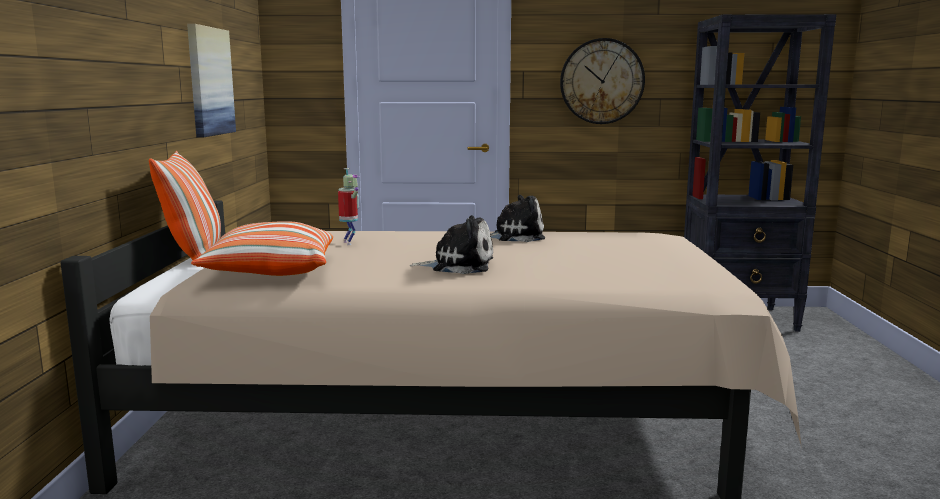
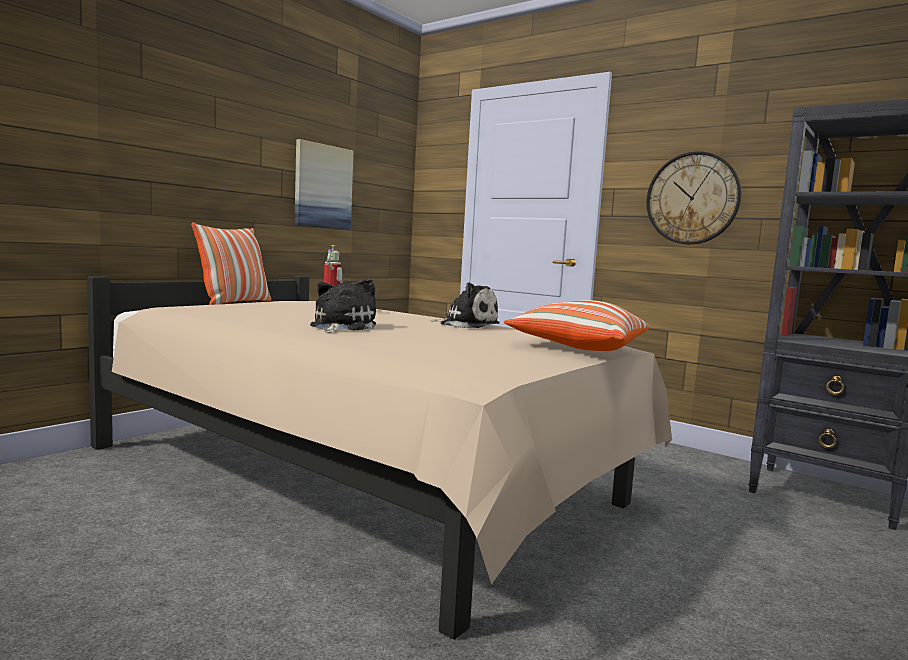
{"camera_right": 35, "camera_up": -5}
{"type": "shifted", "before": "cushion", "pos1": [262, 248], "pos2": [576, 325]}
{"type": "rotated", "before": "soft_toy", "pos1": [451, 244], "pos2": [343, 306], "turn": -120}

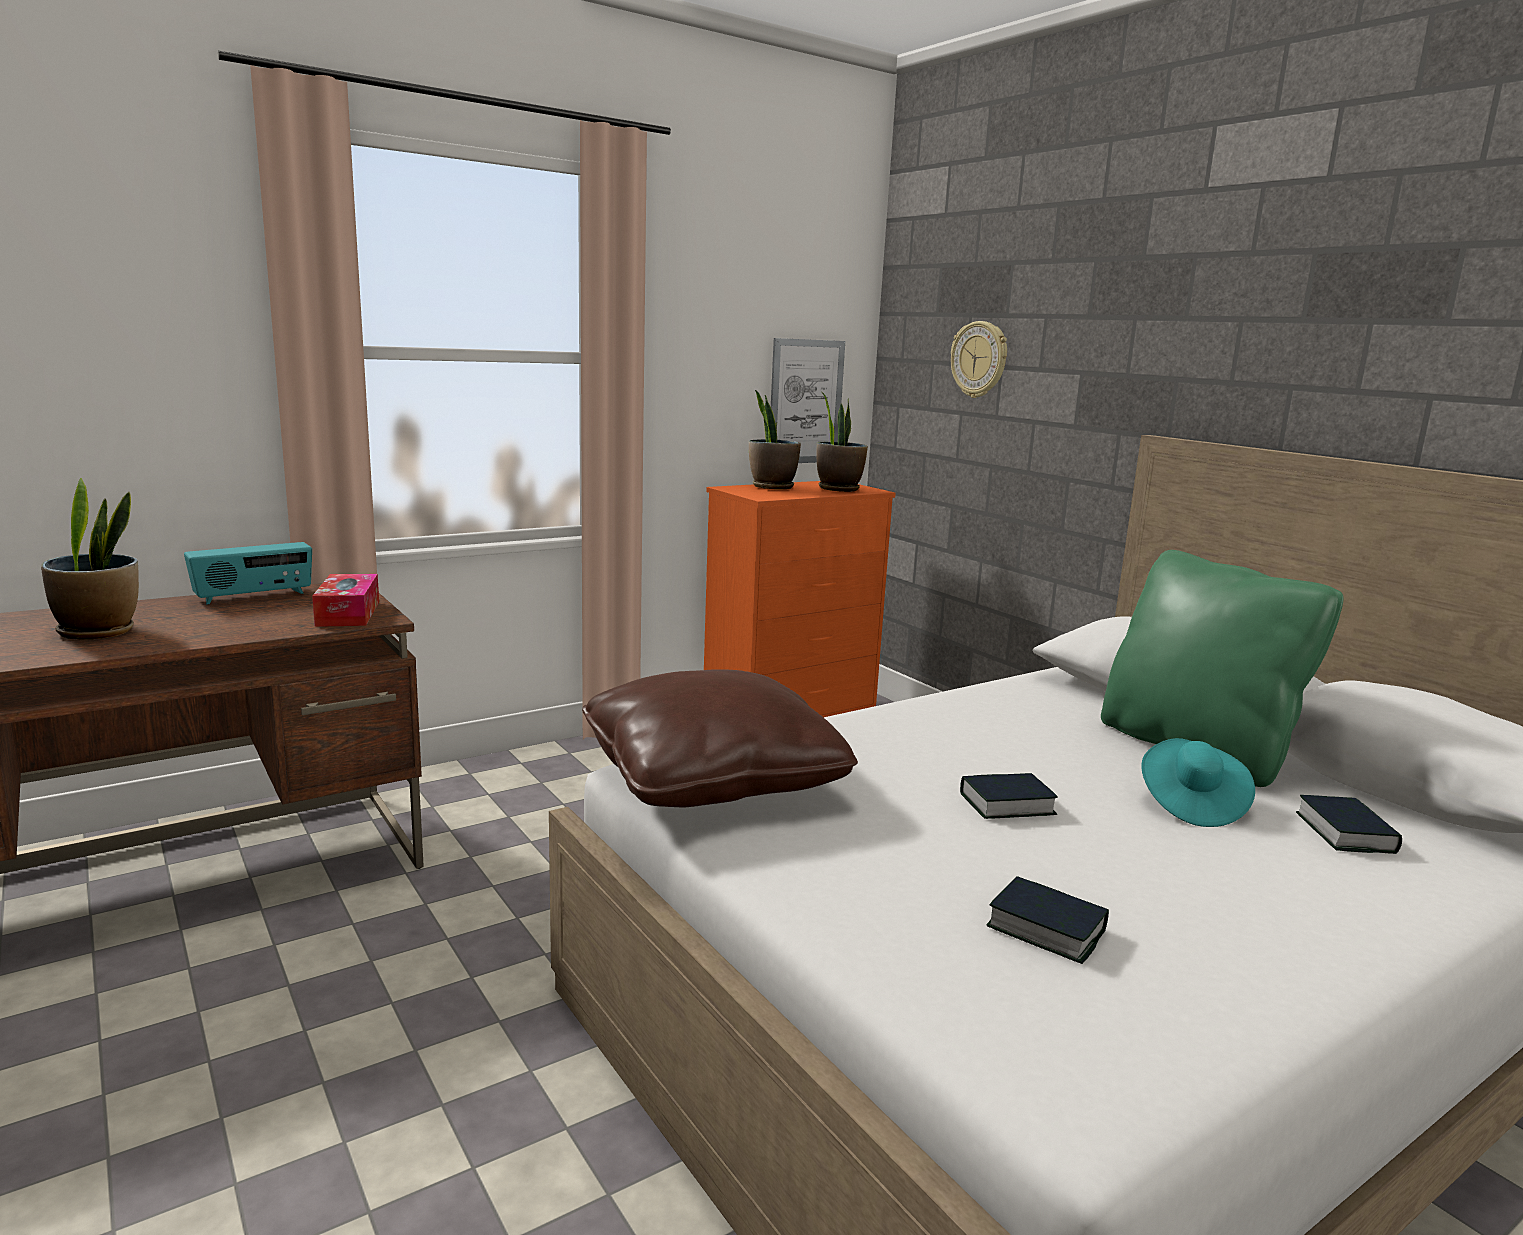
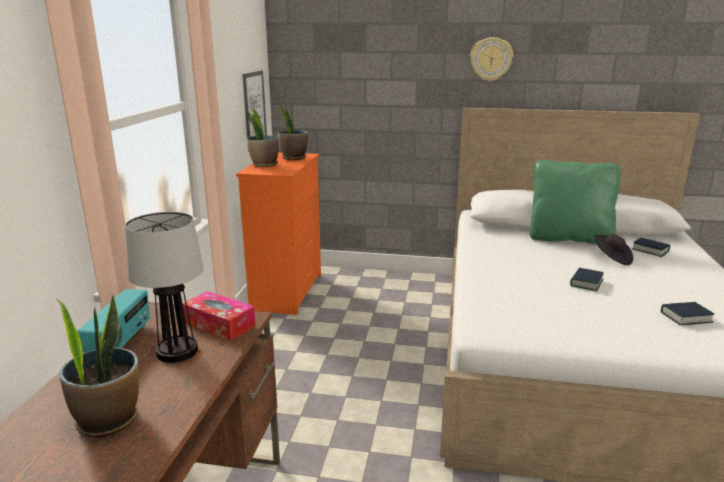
{"camera_right": -45, "camera_up": 5}
{"type": "gone", "before": "brown_cushion", "pos1": [720, 738]}
{"type": "new", "after": "table_lamp", "pos2": [164, 287]}
{"type": "shifted", "before": "hanging_clock", "pos1": [979, 359], "pos2": [491, 59]}
{"type": "repainted", "before": "turquoise-coloured_wearable_hat", "after": "black_wearable_hat", "pos1": [1198, 782], "pos2": [613, 249]}

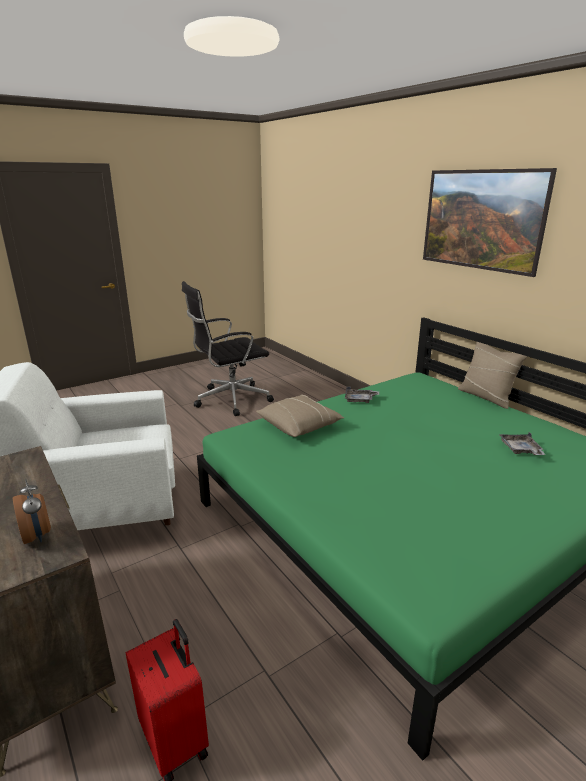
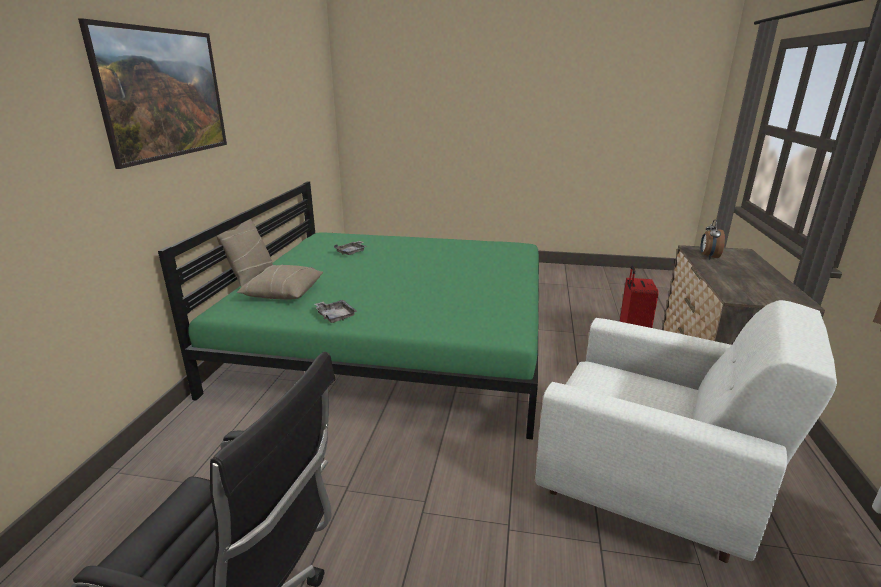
{"camera_right": -135, "camera_up": 0}
{"type": "shifted", "before": "beige_cushion", "pos1": [300, 416], "pos2": [280, 282]}

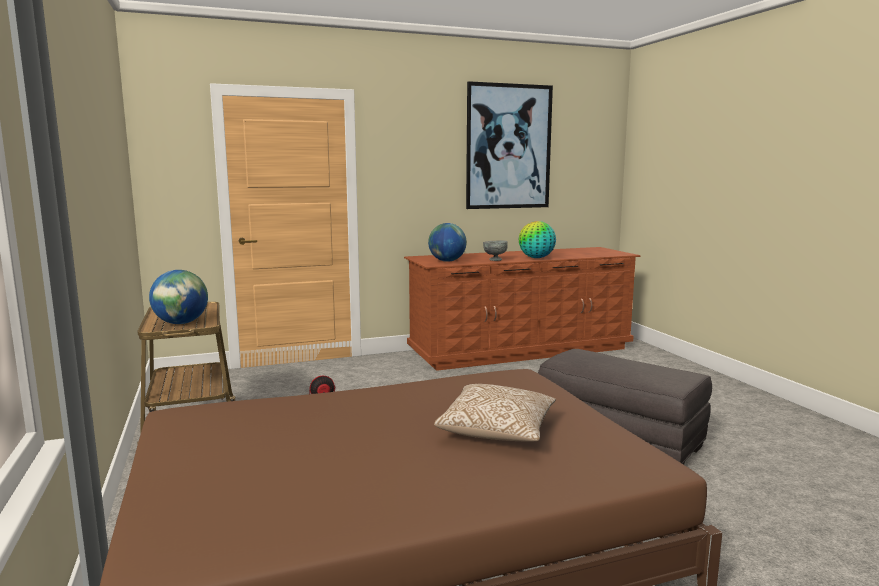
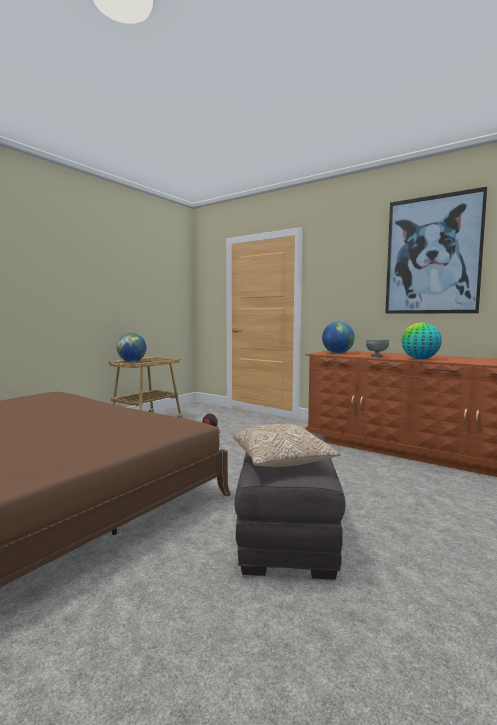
{"camera_right": 55, "camera_up": -5}
{"type": "shifted", "before": "cushion", "pos1": [495, 413], "pos2": [287, 445]}

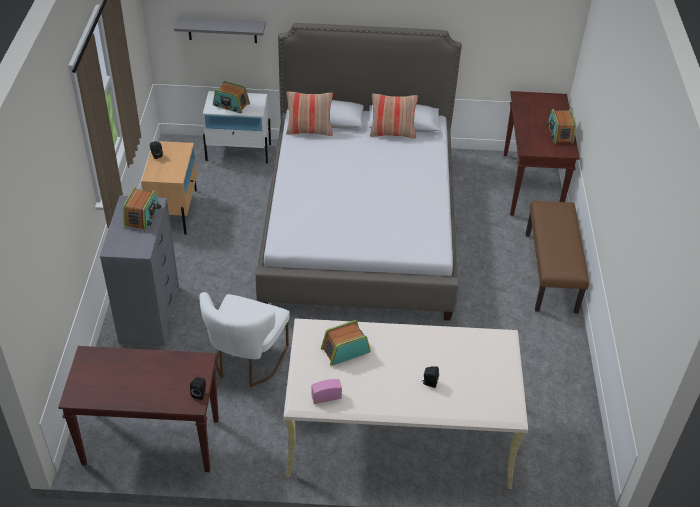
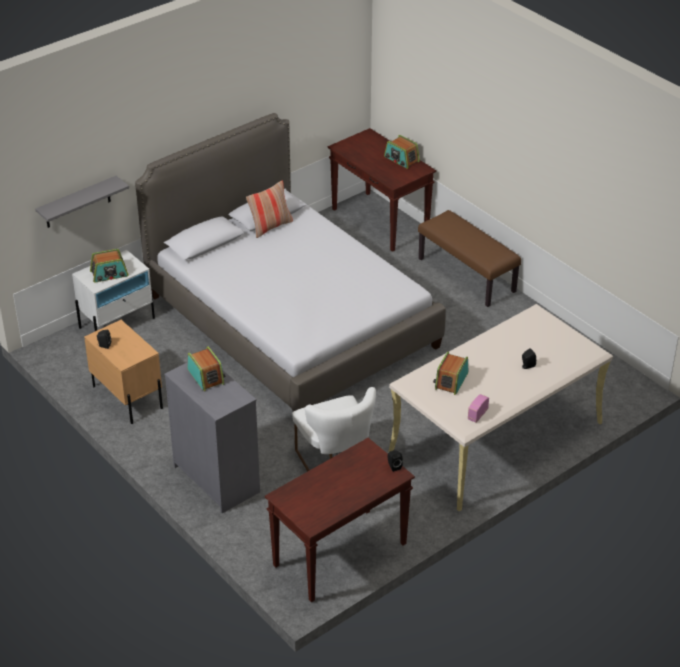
{"camera_right": -40, "camera_up": -5}
{"type": "gone", "before": "cushion", "pos1": [309, 113]}

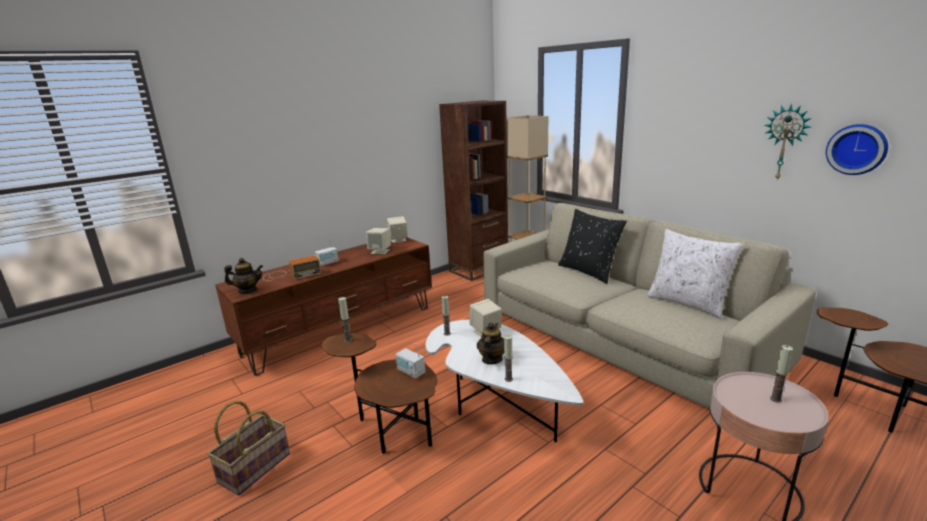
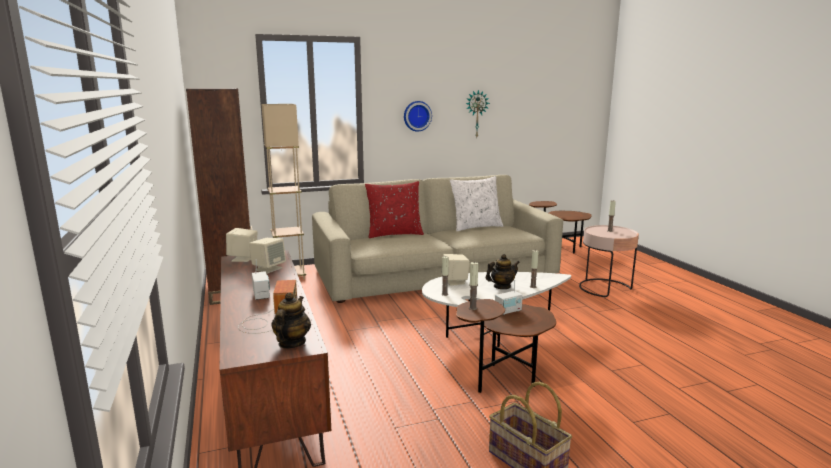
{"camera_right": -70, "camera_up": -5}
{"type": "shifted", "before": "hanging_clock", "pos1": [857, 149], "pos2": [418, 116]}
{"type": "repainted", "before": "black_cushion", "after": "red-coloured_cushion", "pos1": [592, 246], "pos2": [394, 209]}
{"type": "rotated", "before": "teapot", "pos1": [490, 343], "pos2": [503, 271], "turn": 120}

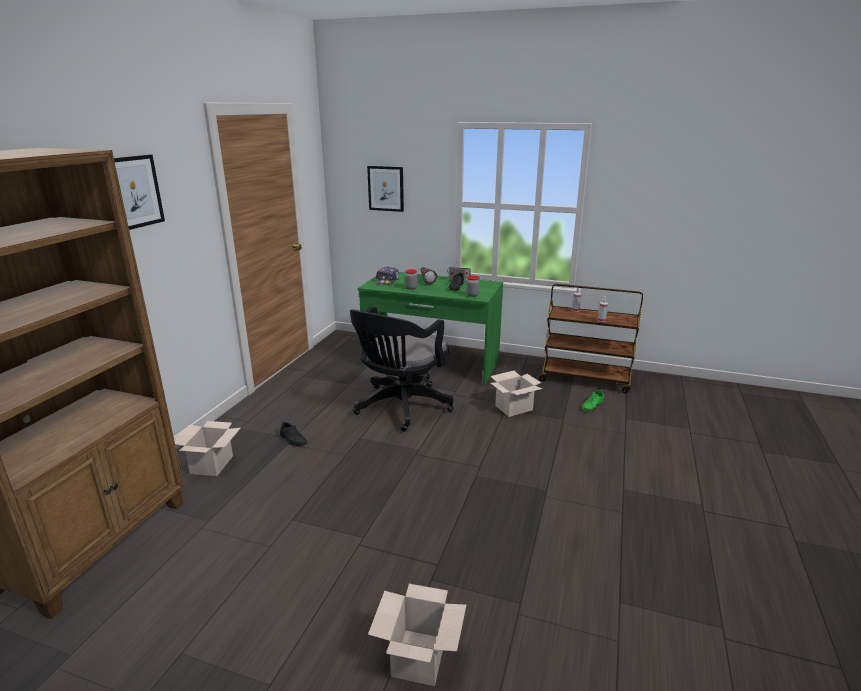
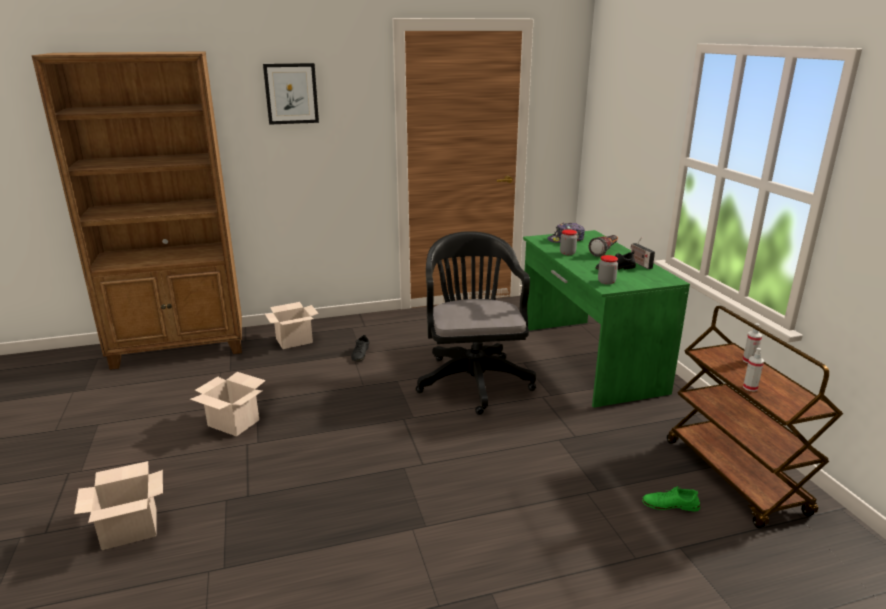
{"camera_right": 55, "camera_up": 0}
{"type": "gone", "before": "wall_art", "pos1": [385, 189]}
{"type": "shifted", "before": "cardboard_box", "pos1": [516, 394], "pos2": [228, 404]}
{"type": "rotated", "before": "black_desk_chair", "pos1": [402, 369], "pos2": [476, 323], "turn": 90}

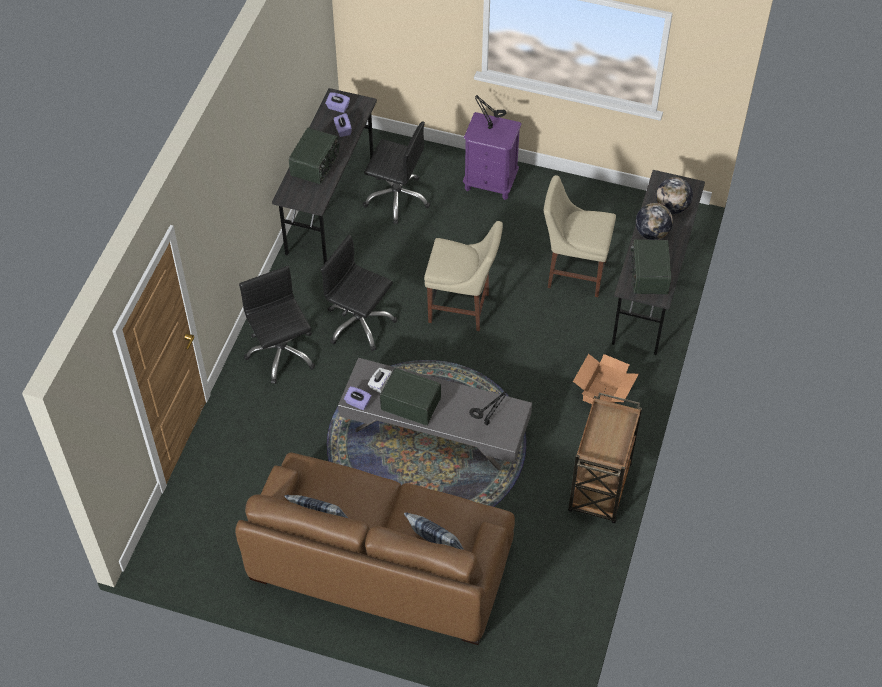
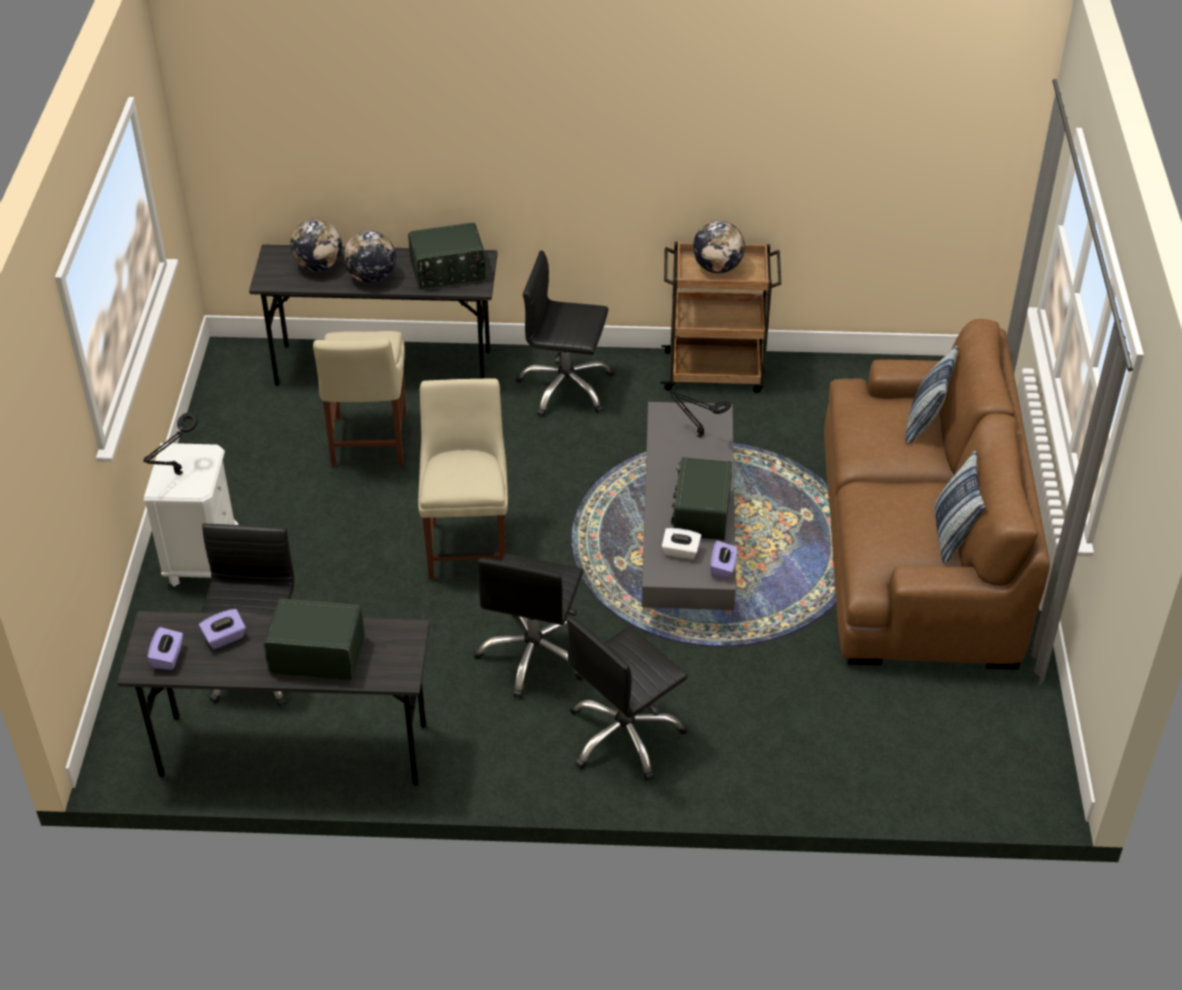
{"camera_right": -105, "camera_up": -10}
{"type": "new", "after": "world_globe", "pos2": [719, 247]}
{"type": "swapped", "before": "cardboard_box", "after": "black_desk_chair", "pos1": [606, 379], "pos2": [565, 333]}
{"type": "repainted", "before": "purplish_night_table", "after": "white_night_table", "pos1": [492, 156], "pos2": [191, 515]}

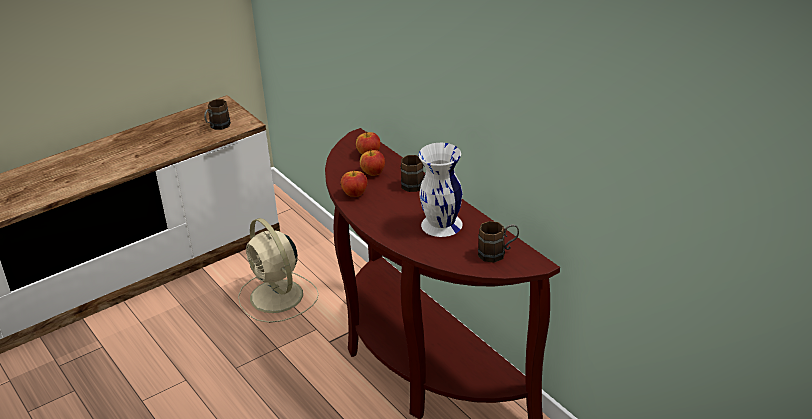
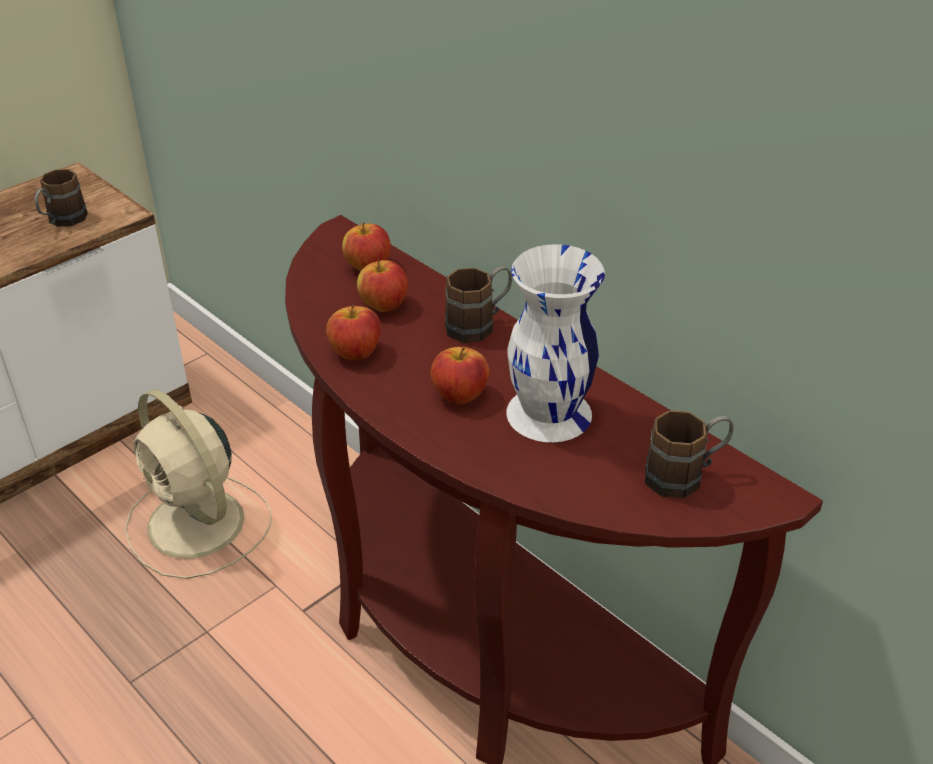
{"camera_right": -10, "camera_up": 5}
{"type": "new", "after": "whole_apple", "pos2": [460, 375]}

